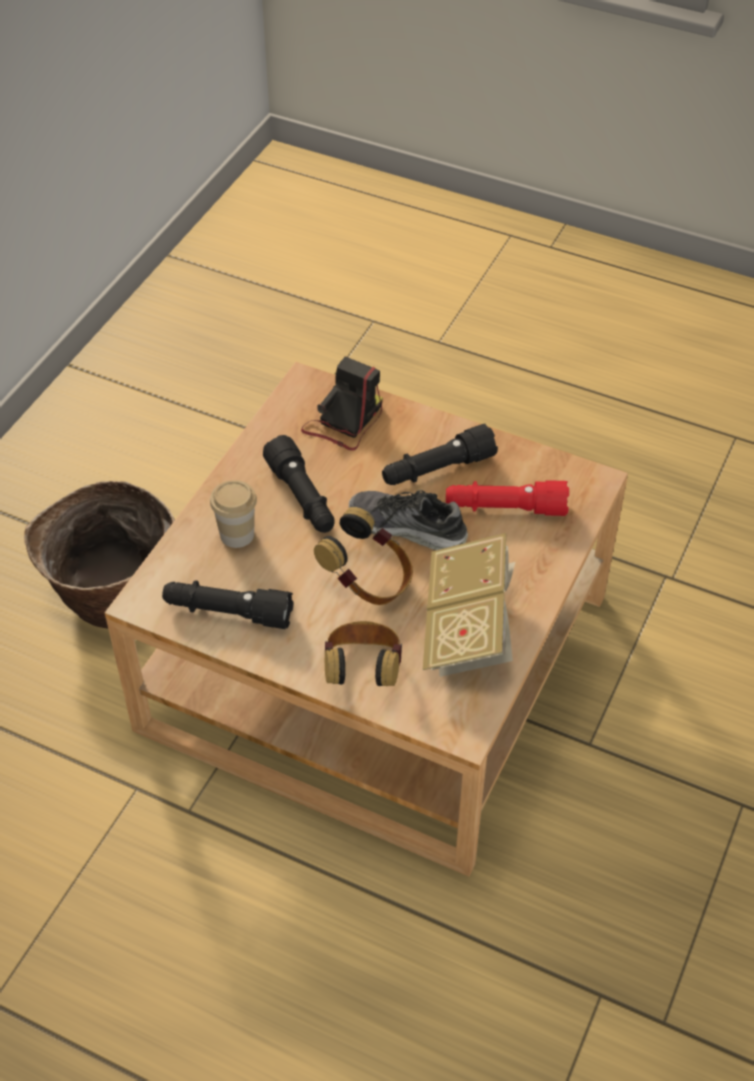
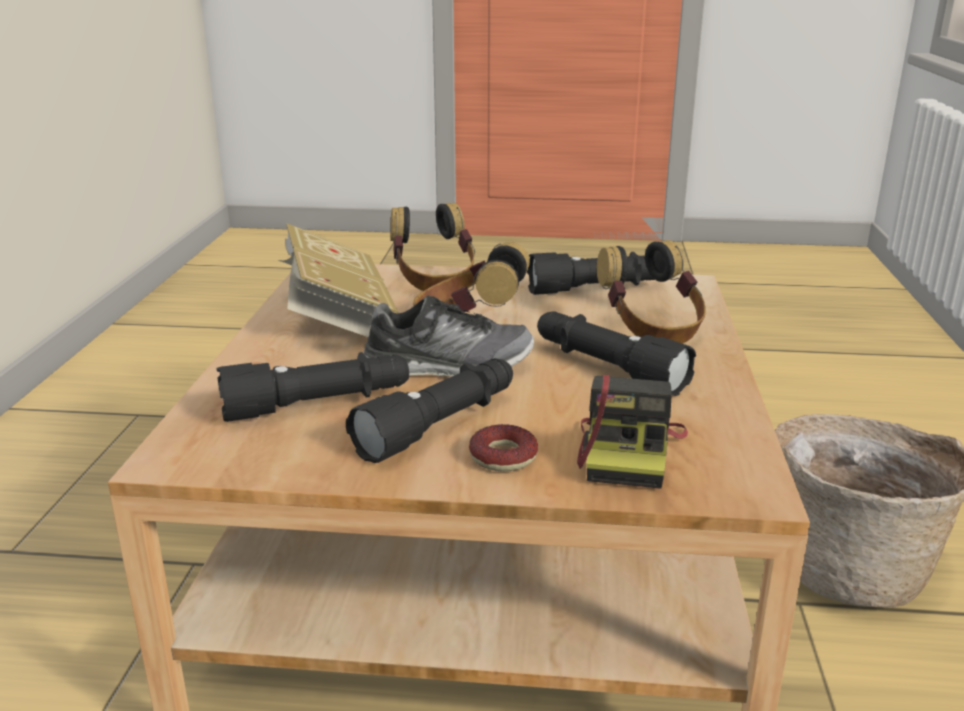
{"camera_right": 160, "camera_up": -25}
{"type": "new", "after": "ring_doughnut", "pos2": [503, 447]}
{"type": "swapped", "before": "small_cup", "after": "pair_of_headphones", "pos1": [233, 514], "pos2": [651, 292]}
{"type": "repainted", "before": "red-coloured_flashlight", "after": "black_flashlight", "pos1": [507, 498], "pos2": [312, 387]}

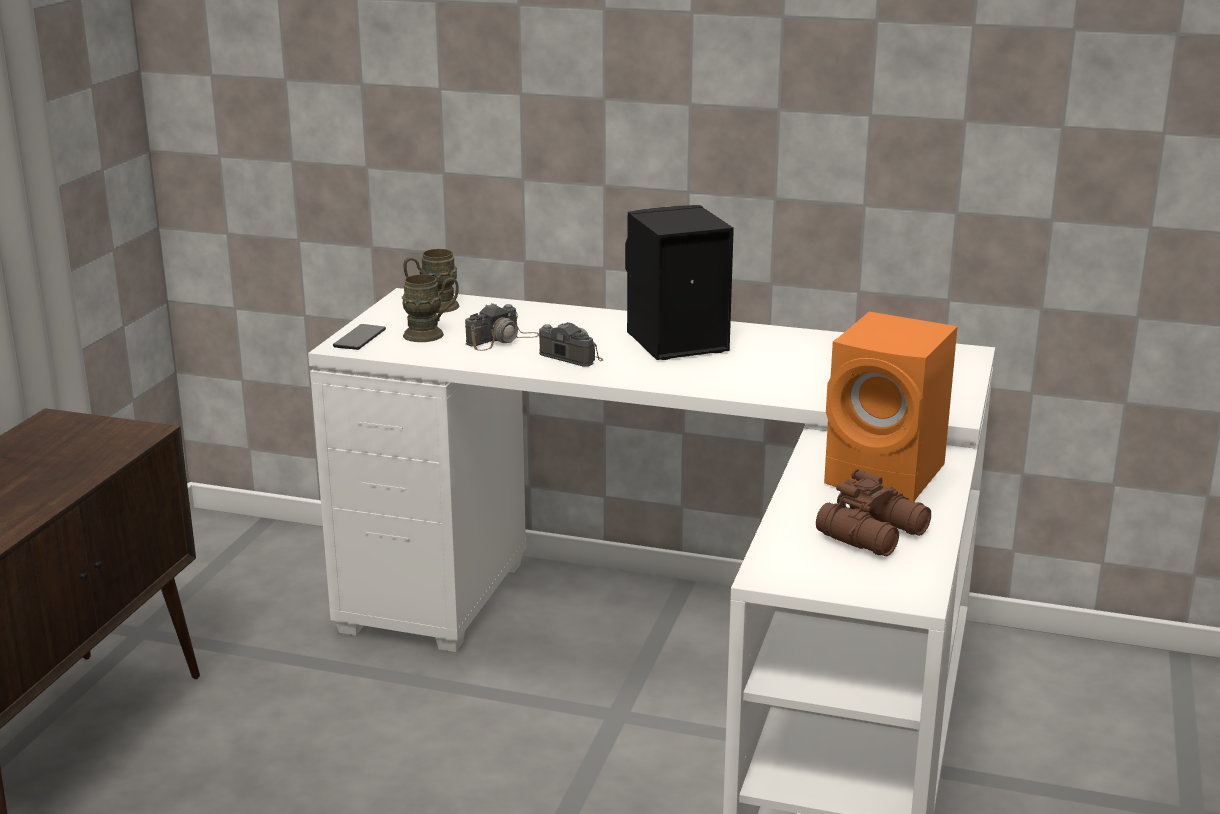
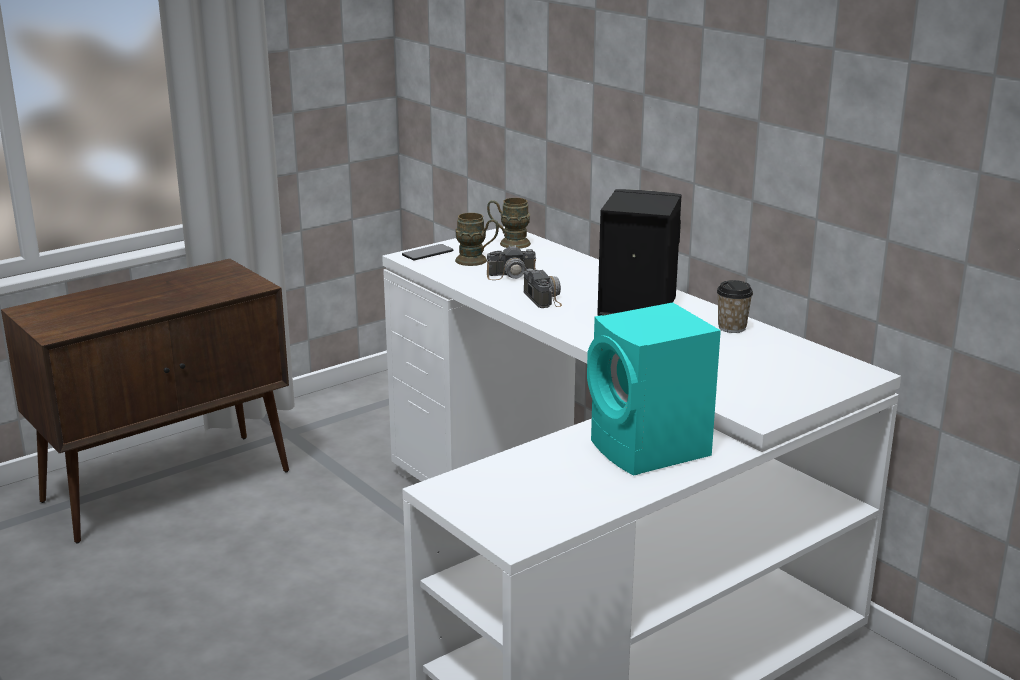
{"camera_right": 35, "camera_up": 0}
{"type": "gone", "before": "brown_binoculars", "pos1": [873, 512]}
{"type": "new", "after": "small_cup", "pos2": [735, 306]}
{"type": "repainted", "before": "orange-coloured_audio_speaker", "after": "turquoise-coloured_audio_speaker", "pos1": [891, 407], "pos2": [654, 389]}

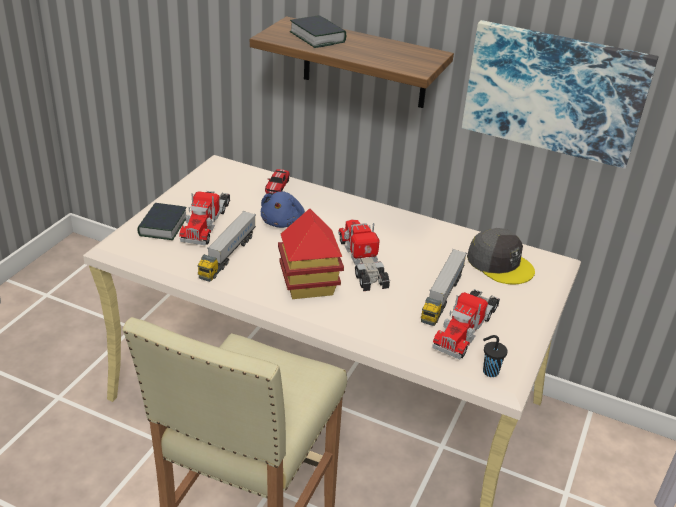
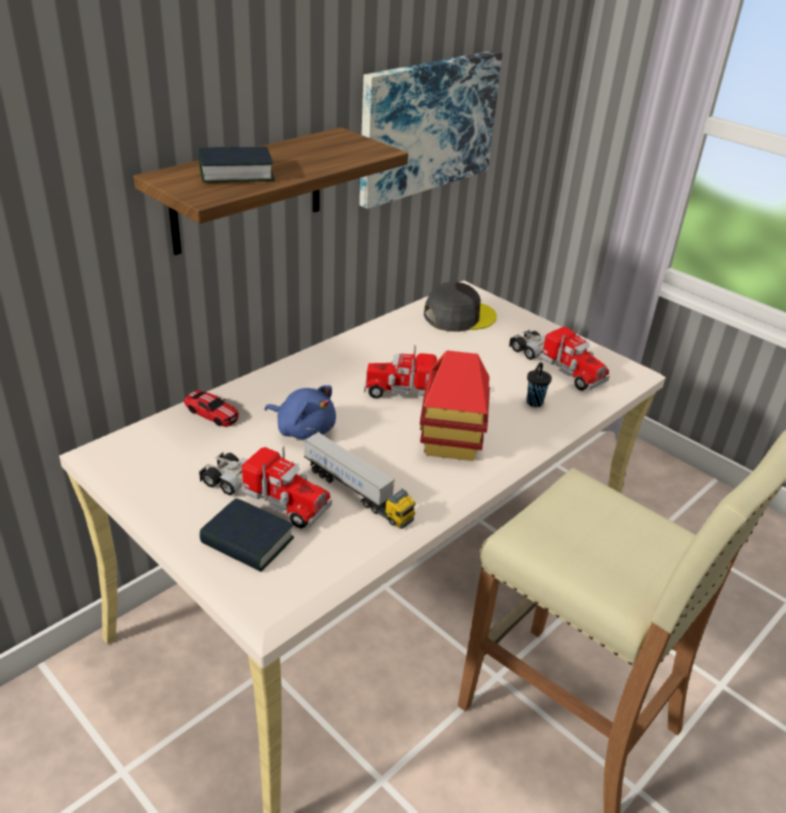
{"camera_right": -70, "camera_up": 0}
{"type": "gone", "before": "toy_lorry", "pos1": [444, 287]}
{"type": "shifted", "before": "black_small_cup", "pos1": [495, 356], "pos2": [539, 384]}

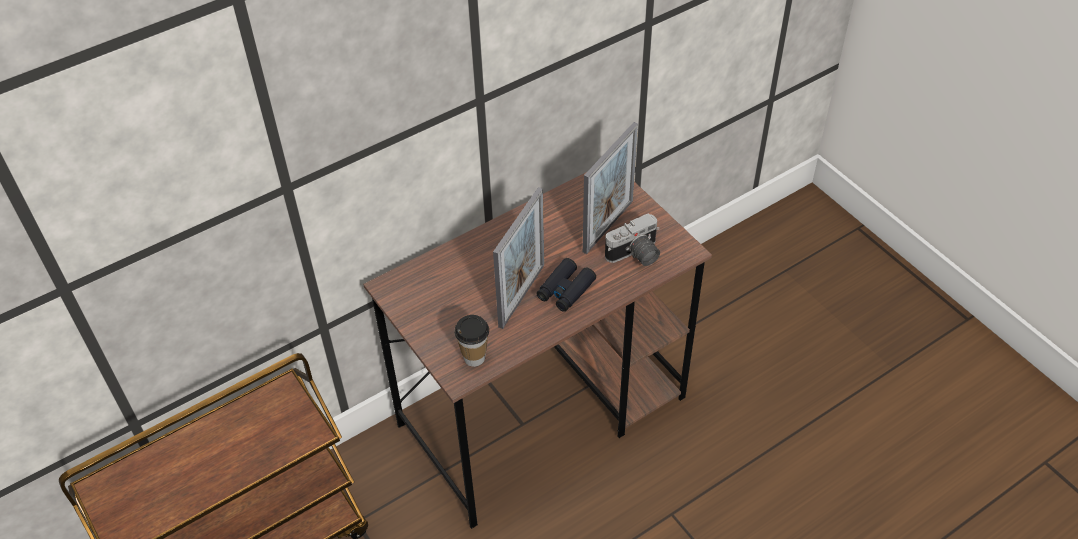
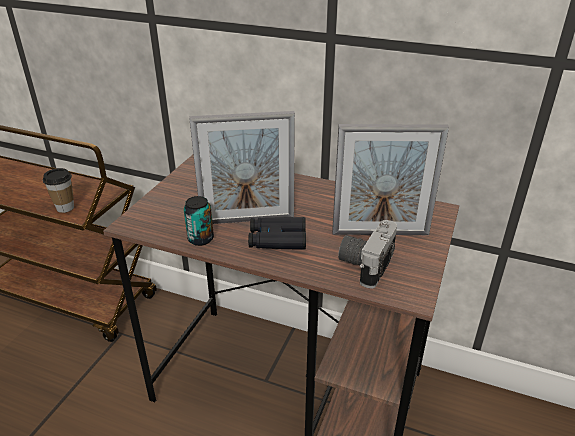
{"camera_right": 55, "camera_up": -15}
{"type": "new", "after": "sealed_can", "pos2": [199, 221]}
{"type": "shifted", "before": "small_cup", "pos1": [471, 341], "pos2": [58, 190]}
{"type": "rotated", "before": "photo_camera", "pos1": [632, 239], "pos2": [367, 254], "turn": 90}

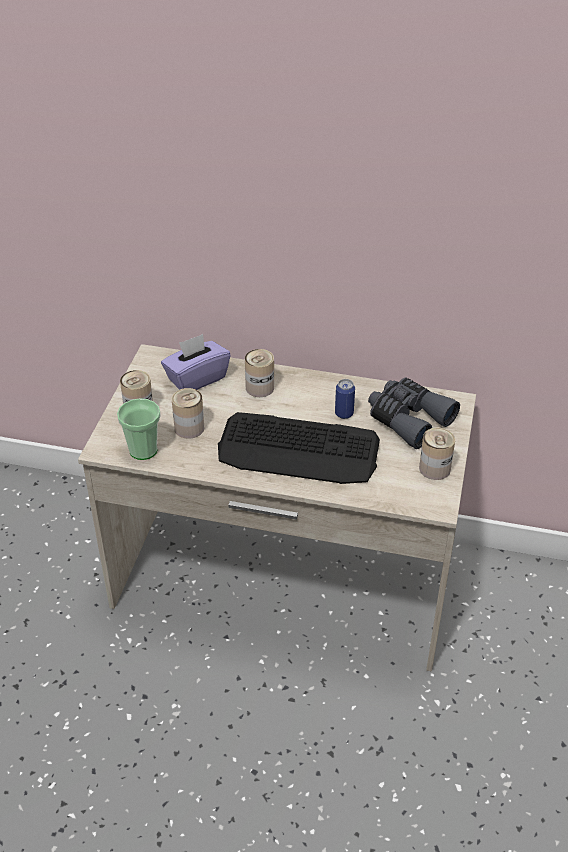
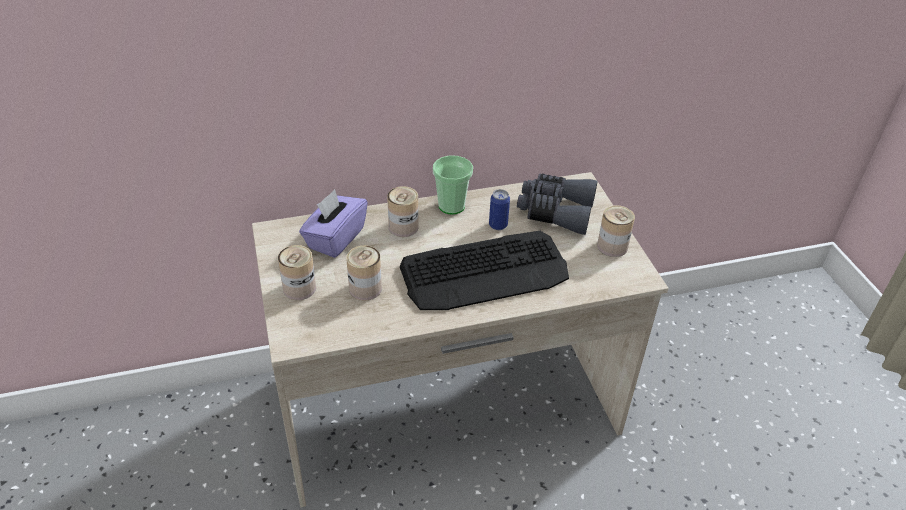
{"camera_right": -30, "camera_up": 0}
{"type": "shifted", "before": "small_cup", "pos1": [139, 429], "pos2": [453, 185]}

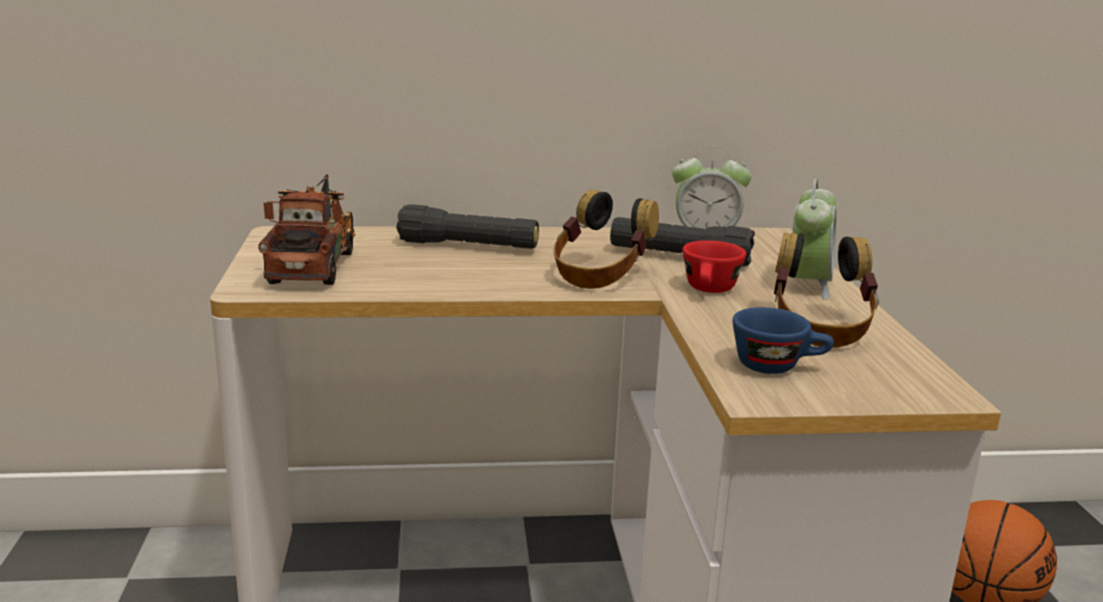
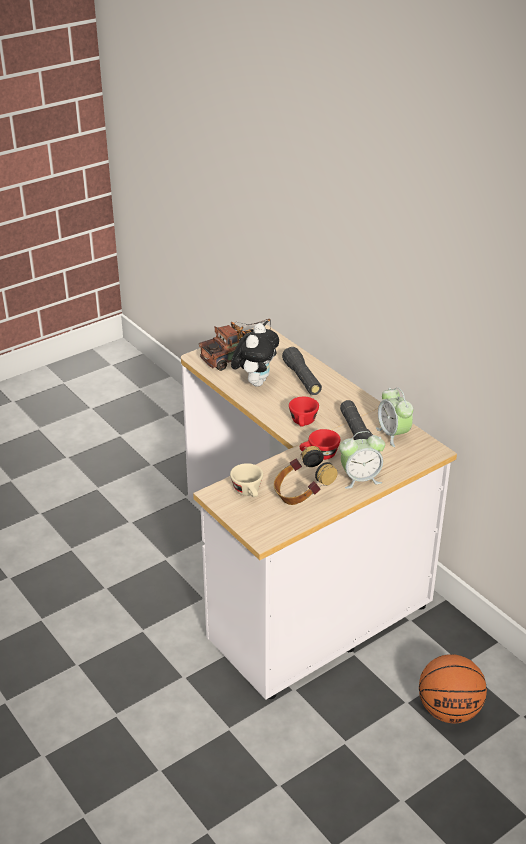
{"camera_right": 60, "camera_up": 15}
{"type": "new", "after": "soft_toy", "pos2": [255, 355]}
{"type": "swapped", "before": "pair_of_headphones", "after": "red-coloured_small_cup", "pos1": [606, 239], "pos2": [304, 412]}
{"type": "repainted", "before": "blue_small_cup", "after": "beige_small_cup", "pos1": [783, 340], "pos2": [246, 480]}

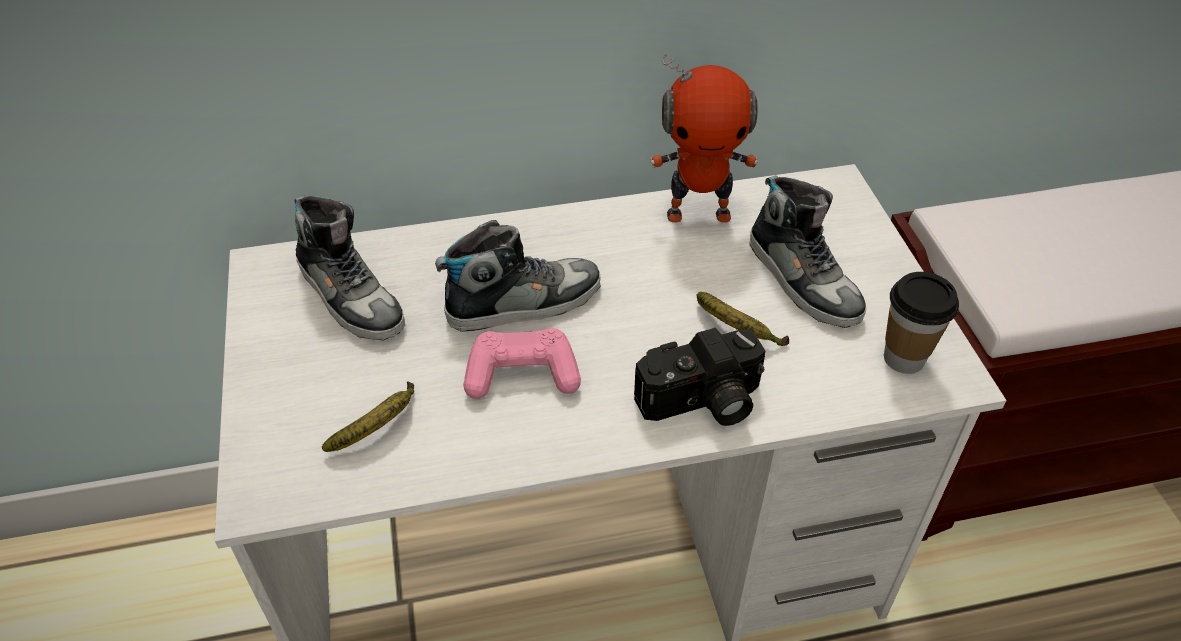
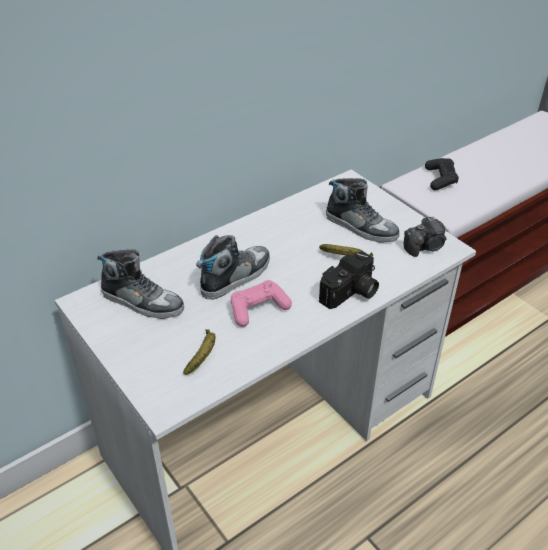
{"camera_right": -25, "camera_up": -5}
{"type": "gone", "before": "model_robot", "pos1": [704, 138]}
{"type": "new", "after": "black_game_controller", "pos2": [442, 174]}
{"type": "swapped", "before": "small_cup", "after": "photo_camera", "pos1": [921, 323], "pos2": [425, 236]}

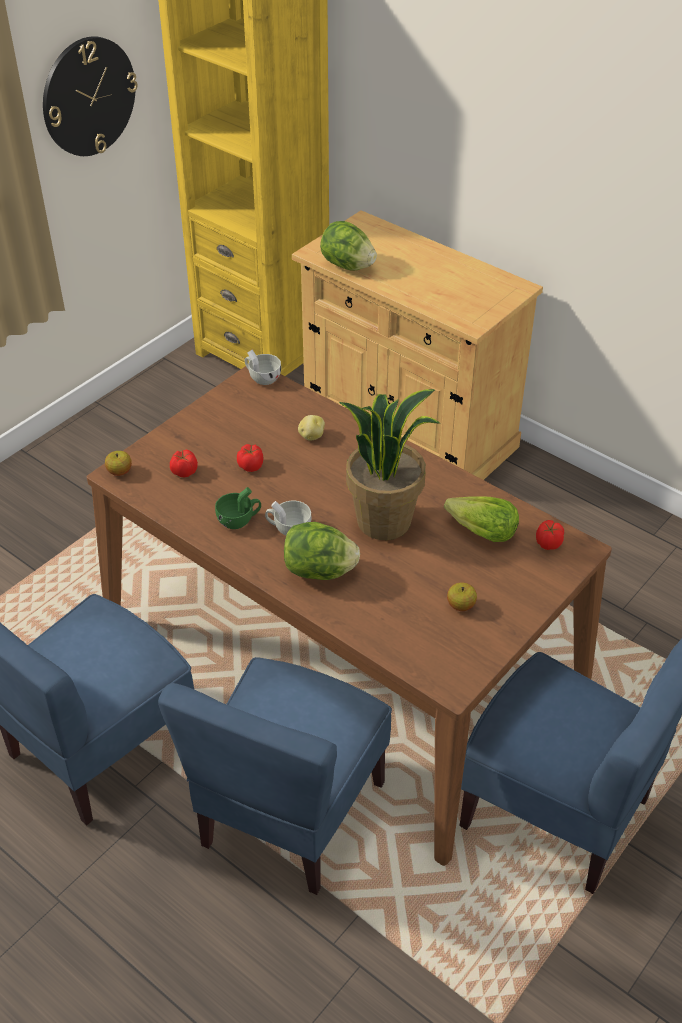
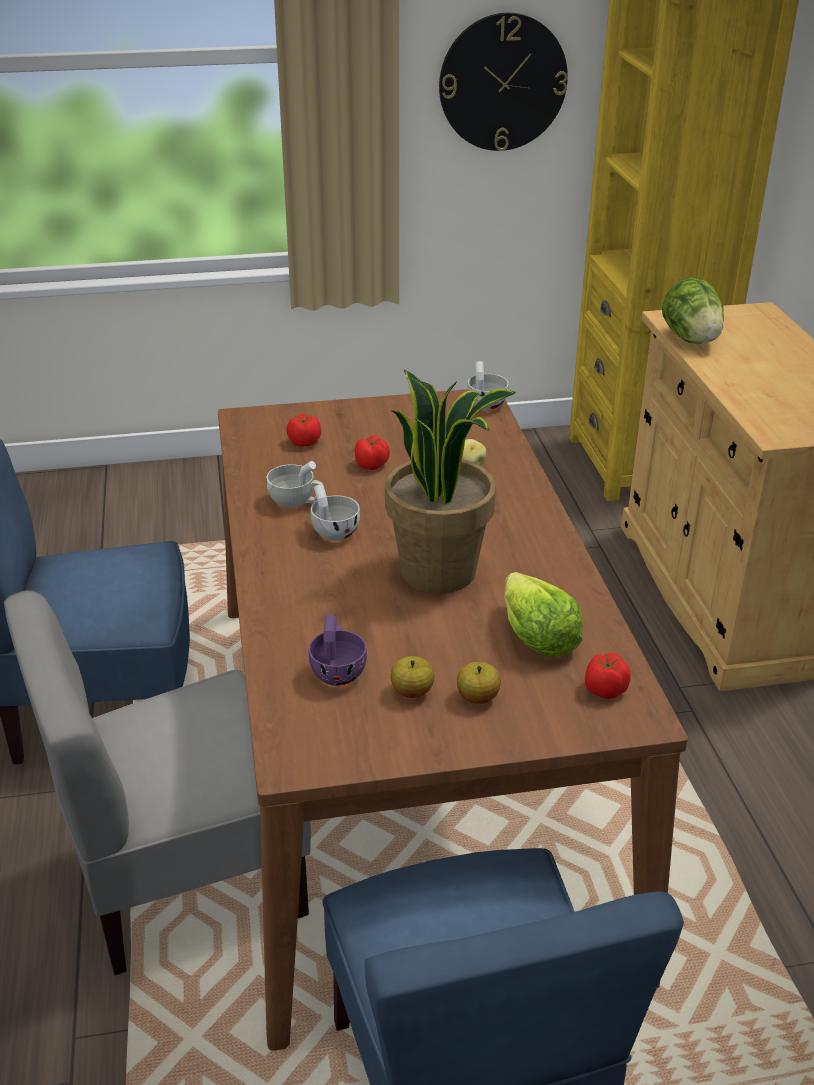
{"camera_right": 40, "camera_up": -10}
{"type": "gone", "before": "lettuce_head", "pos1": [322, 551]}
{"type": "new", "after": "purplish_small_cup", "pos2": [338, 650]}
{"type": "shifted", "before": "whole_apple", "pos1": [118, 463], "pos2": [479, 683]}
{"type": "repainted", "before": "blue_plain_chair", "after": "gray_plain_chair", "pos1": [275, 776], "pos2": [157, 782]}
{"type": "repainted", "before": "green-coloured_small_cup", "after": "white_small_cup", "pos1": [238, 508], "pos2": [296, 484]}

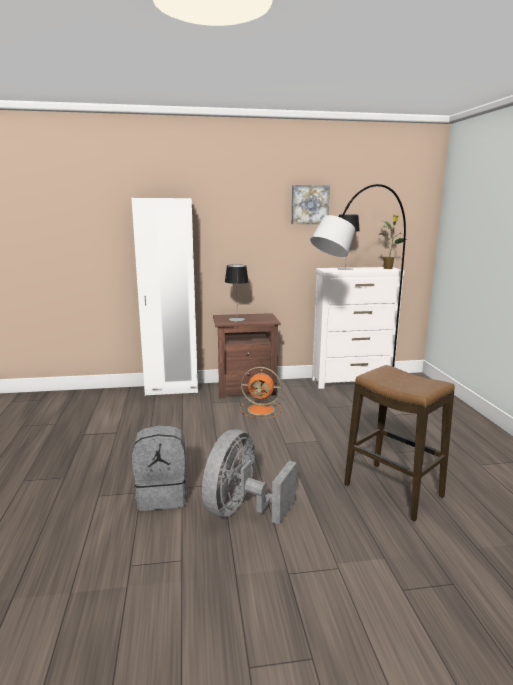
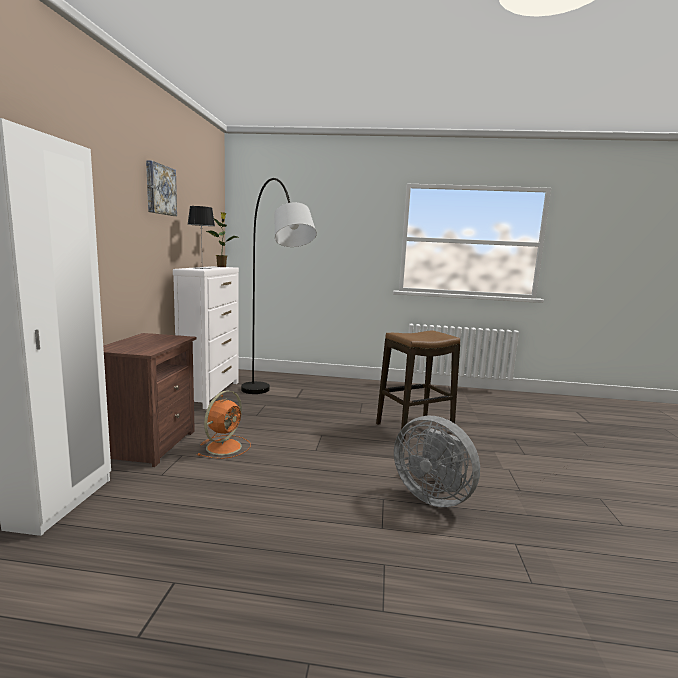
{"camera_right": -75, "camera_up": -5}
{"type": "gone", "before": "gray_backpack", "pos1": [159, 468]}
{"type": "gone", "before": "table_lamp", "pos1": [237, 293]}

